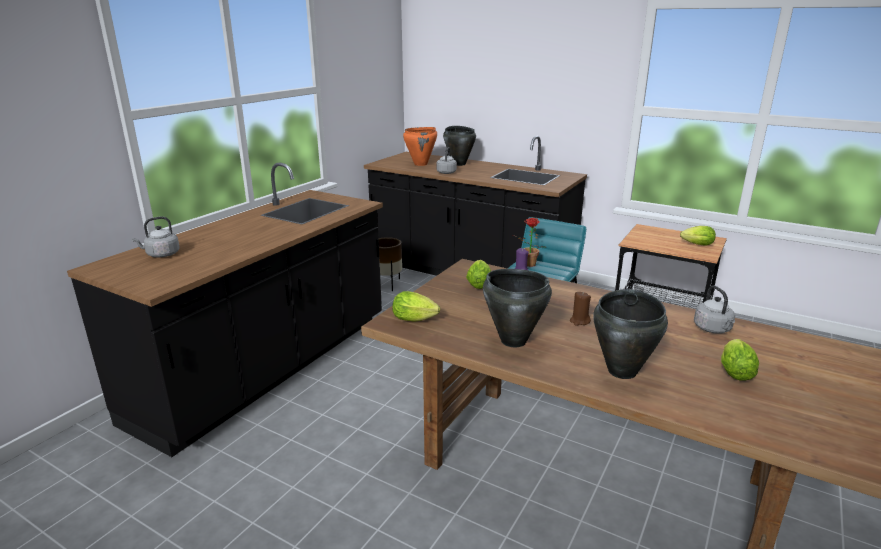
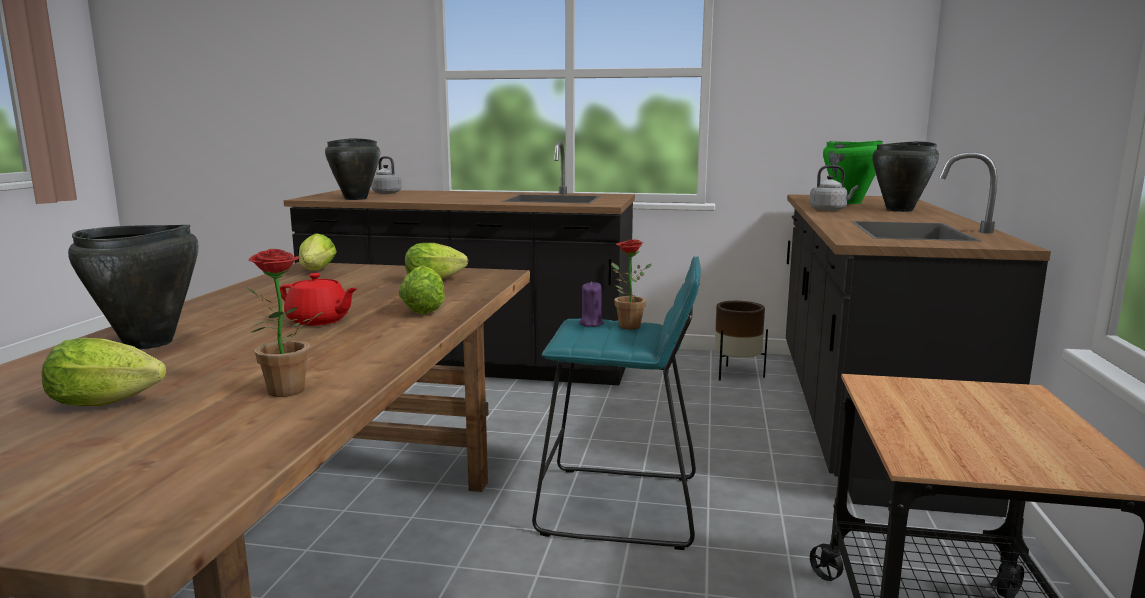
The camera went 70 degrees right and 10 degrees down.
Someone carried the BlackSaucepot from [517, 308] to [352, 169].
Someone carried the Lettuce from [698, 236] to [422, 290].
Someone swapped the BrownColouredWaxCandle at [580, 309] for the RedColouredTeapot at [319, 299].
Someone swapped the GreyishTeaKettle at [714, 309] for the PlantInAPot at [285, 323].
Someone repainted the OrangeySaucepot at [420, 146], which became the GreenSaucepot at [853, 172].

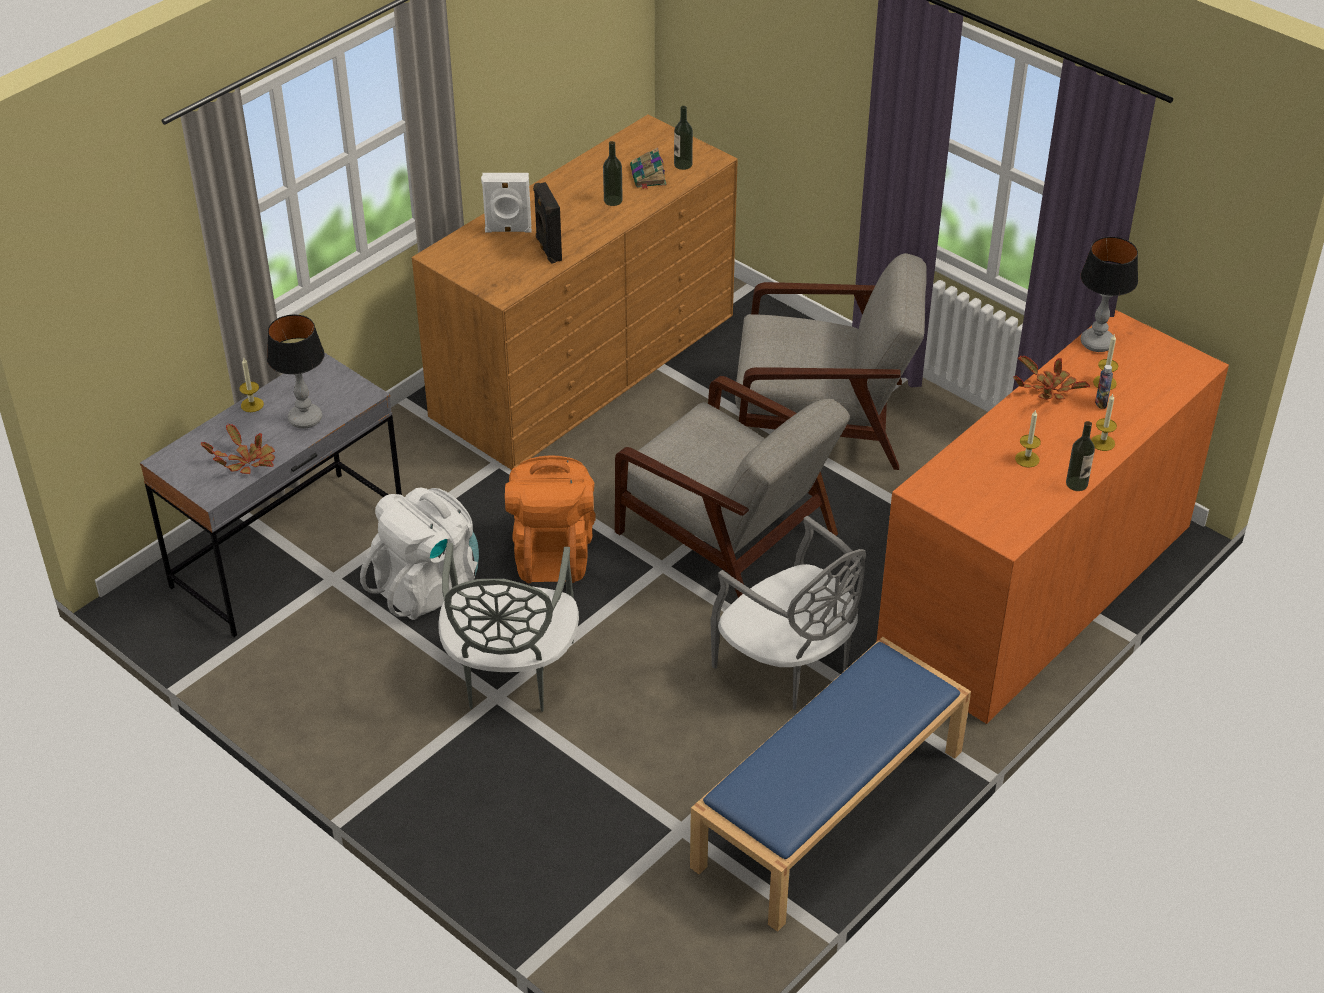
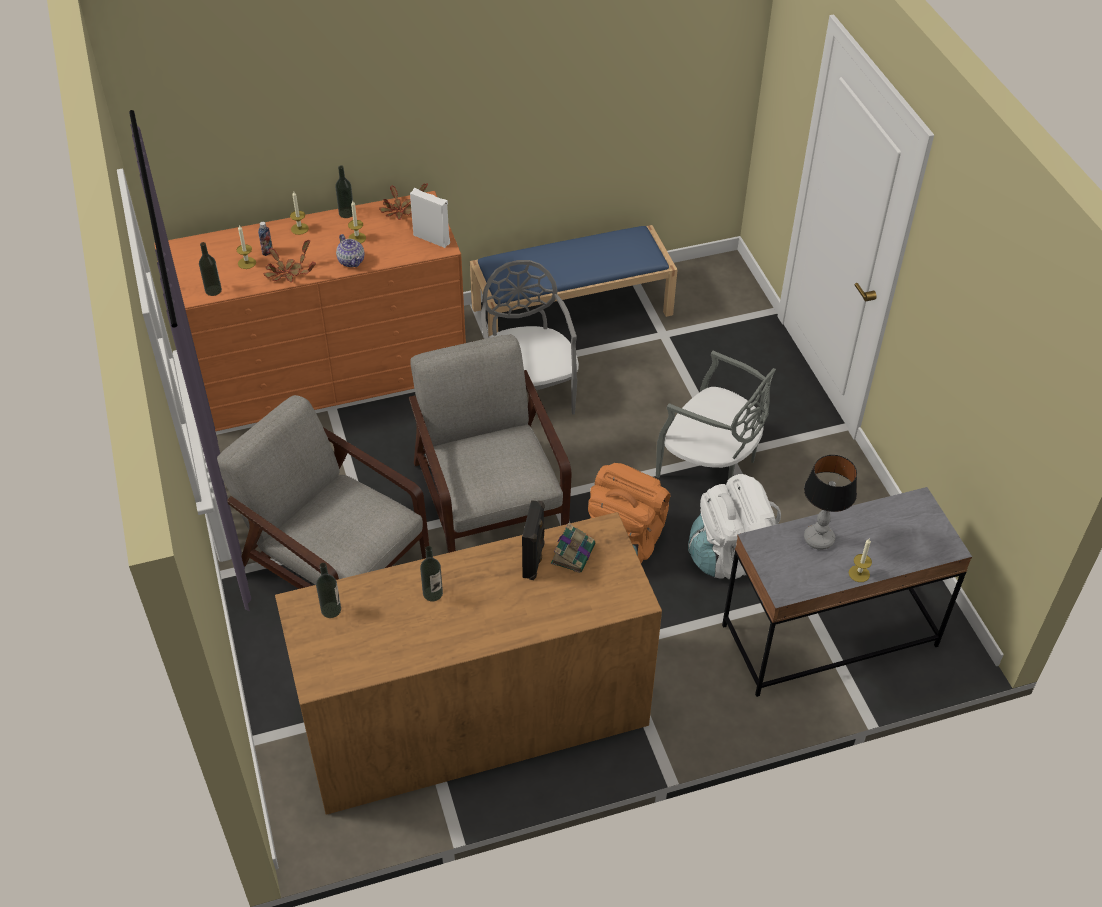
The camera went 150 degrees left and 5 degrees up.
Someone put down the Teapot at [350, 250].
Someone carried the PlantInAPot from [238, 449] to [403, 201].
Someone carried the WhiteColouredLoudspeaker from [506, 202] to [430, 218].
Someone carried the Volume from [648, 168] to [573, 548].
Someone swapped the LampForATable at [1109, 294] for the DrinkBottle at [210, 269].
Someone rotated the GreyishUprightChair at [508, 627] by 90 degrees clockwise.

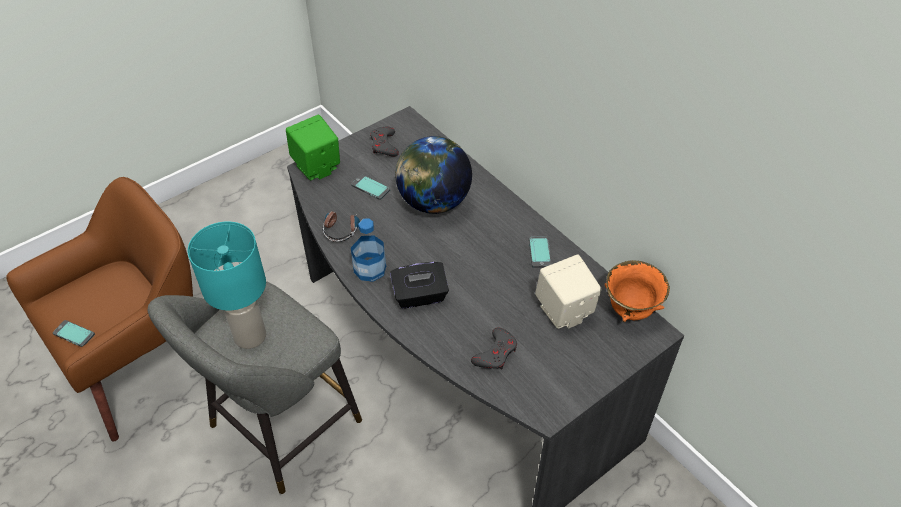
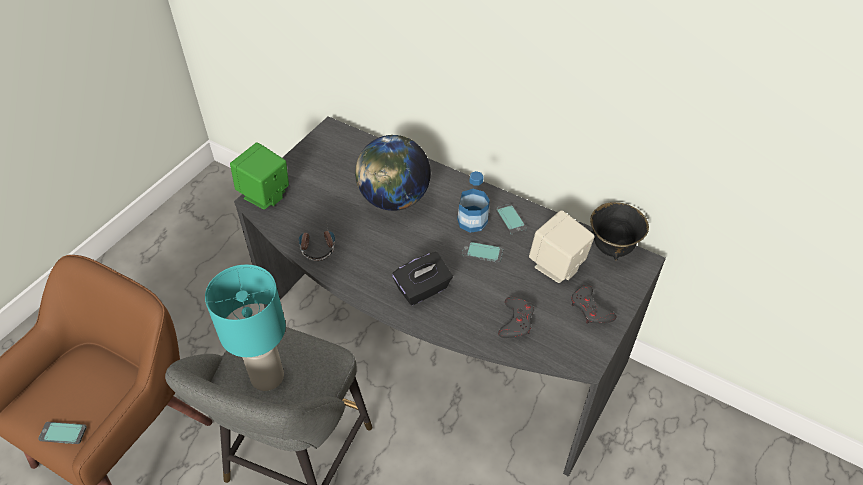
The camera went 20 degrees left and 0 degrees up.
Someone carried the Handset from [370, 187] to [482, 252].
Someone carried the DrinkBottle from [368, 250] to [473, 202].
Someone carried the GreyishJoypad from [384, 142] to [593, 304].
Someone repainted the OrangeyBowl at [637, 291], which became the BlackBowl at [619, 231].

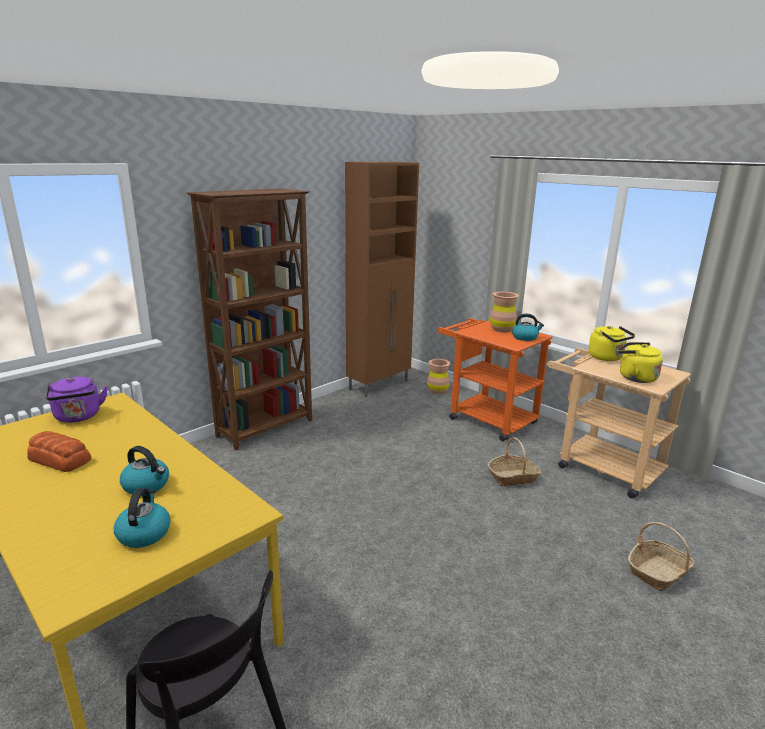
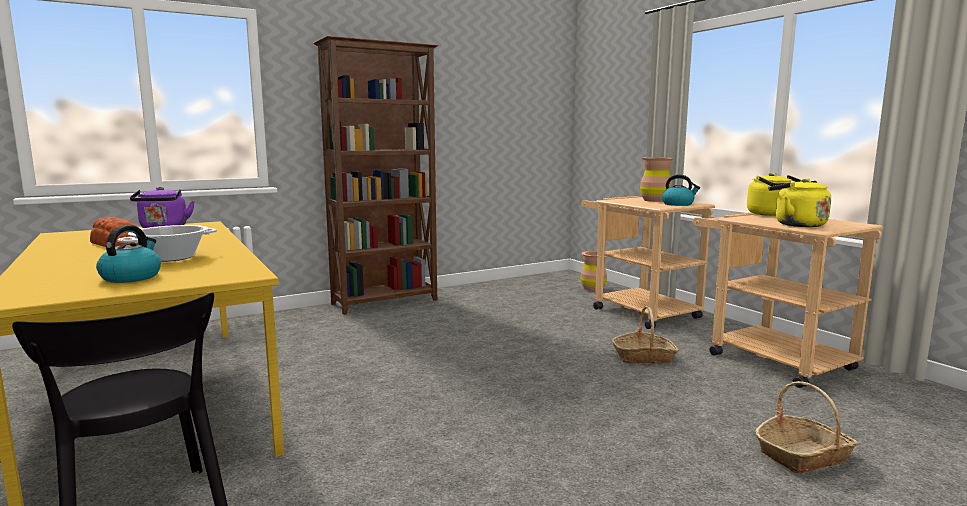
The camera went 15 degrees right and 10 degrees down.
Someone took away the BrownColouredCupboard at [382, 279].
Someone swapped the TeaKettle at [144, 471] for the Saucepot at [167, 243].
Someone repainted the OrangeyCart at [495, 379], which became the BeigeCart at [648, 262].

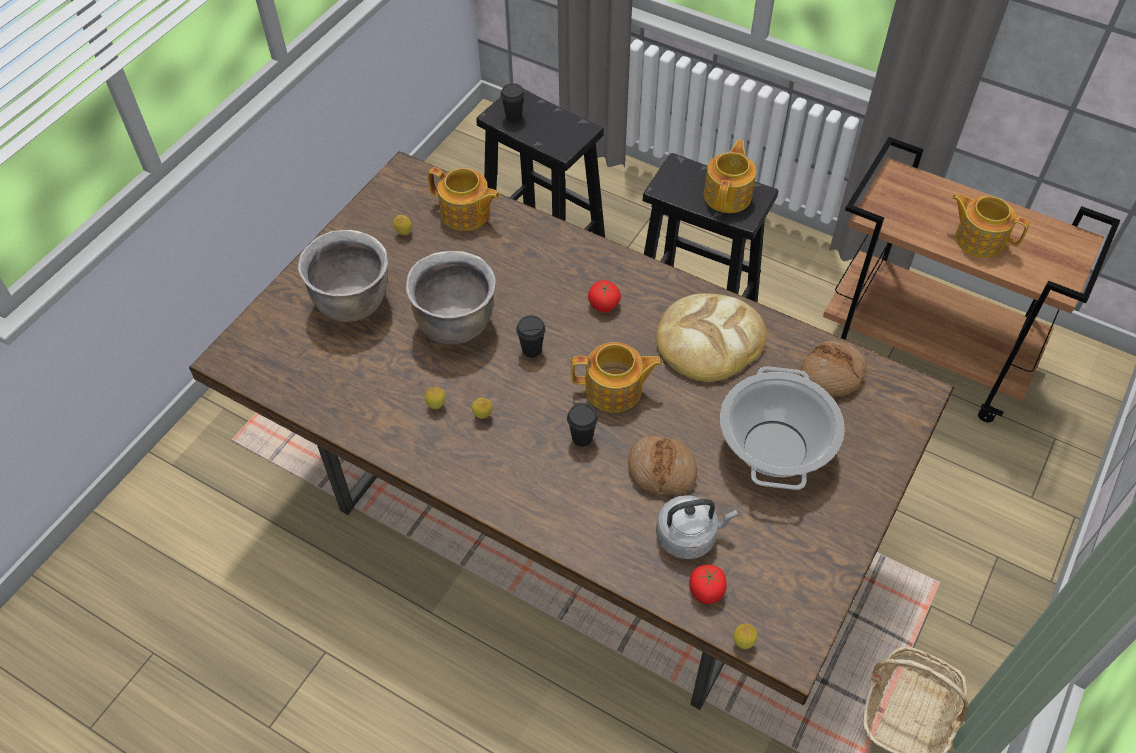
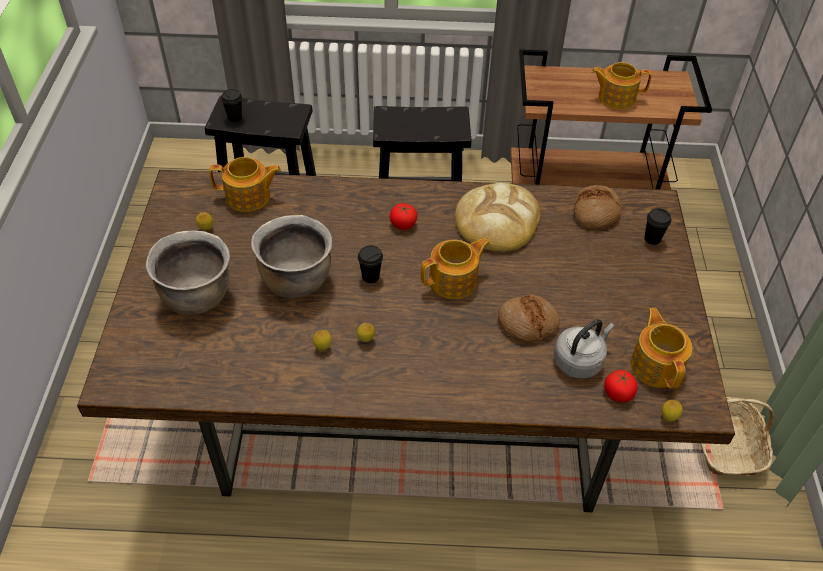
The camera went 30 degrees left and 5 degrees down.
Someone took away the Saucepot at [782, 428].
Someone carried the BlackSmallCup from [582, 424] to [657, 226].
Someone carried the Teapot from [730, 176] to [661, 348].

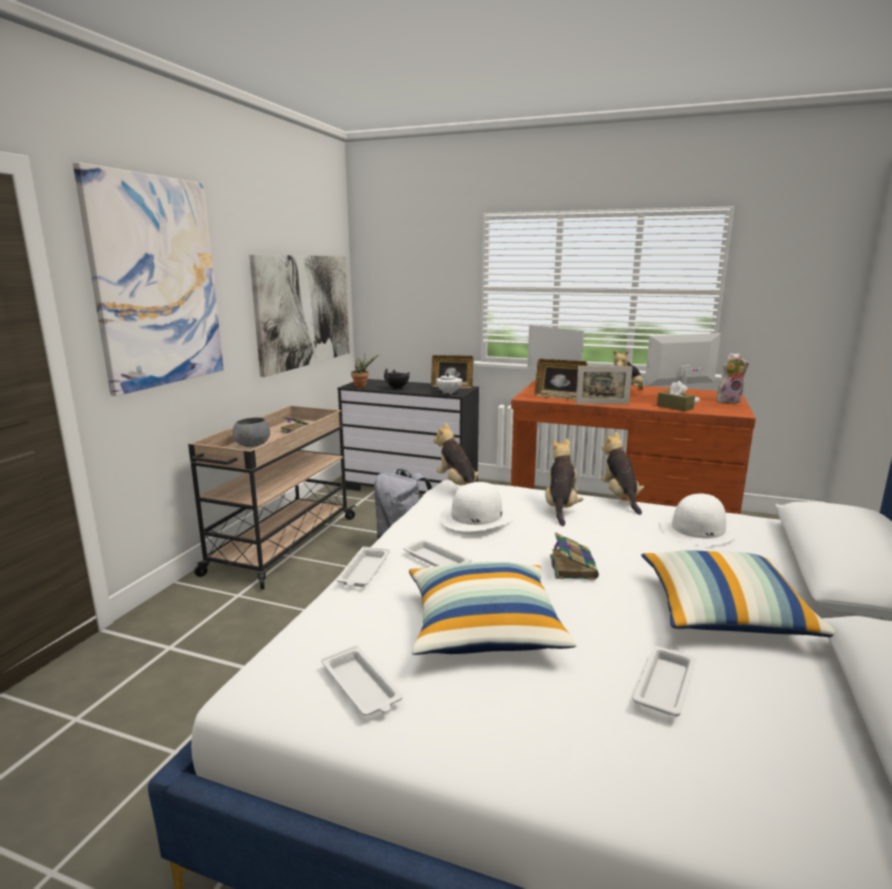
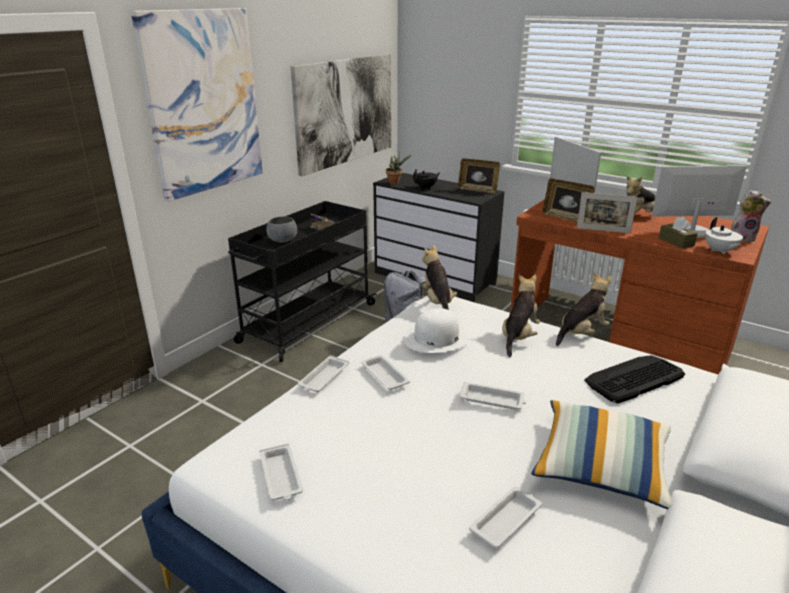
The camera went 15 degrees right and 10 degrees up.
Someone took away the Cushion at [492, 608].
Someone carried the WhiteColouredTeapot from [449, 381] to [724, 235].
Someone swapped the Volume at [574, 556] for the WhiteColouredCarryingTray at [492, 396].
Someone swapped the WhiteColouredClothingHat at [699, 519] for the PcKeyboard at [634, 379].
Someone repainted the BeigeCart at [272, 498], which became the BlackCart at [302, 281].
Someone rotated the PlushToy at [622, 473] by 45 degrees clockwise.

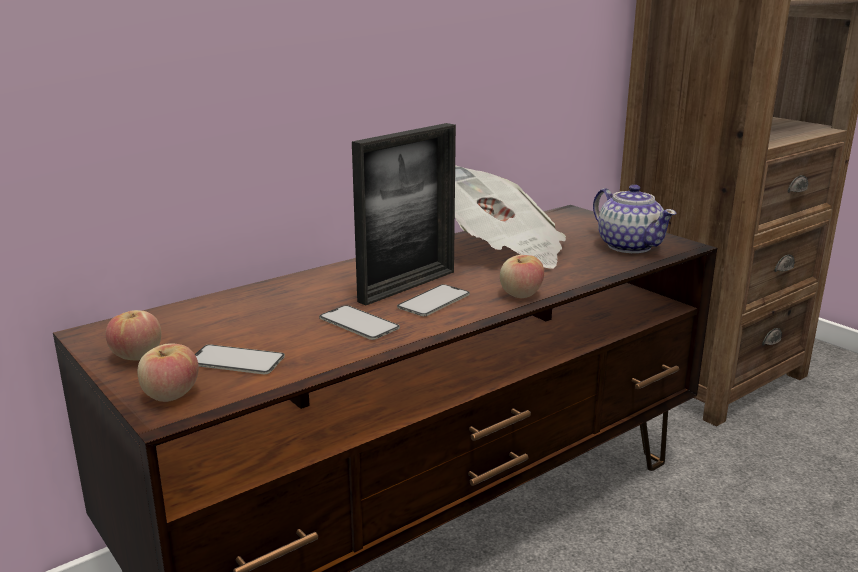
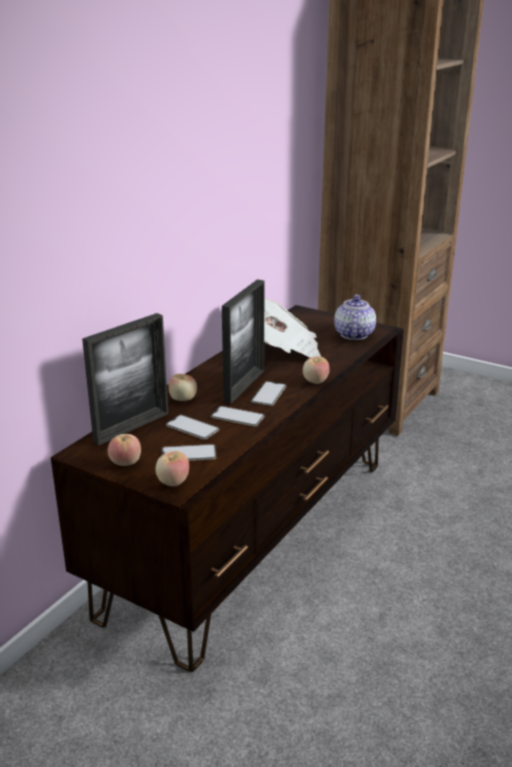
The camera went 20 degrees left and 5 degrees up.
Someone put down the StandingFrame at [125, 379].
Someone put down the Handset at [192, 427].
Someone put down the WholeApple at [182, 387].
Someone rotated the Teapot at [635, 218] by 120 degrees counterclockwise.

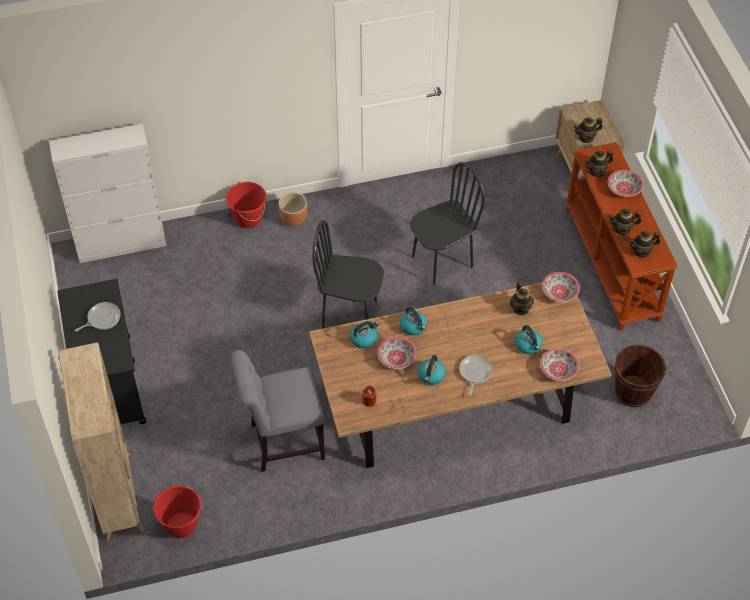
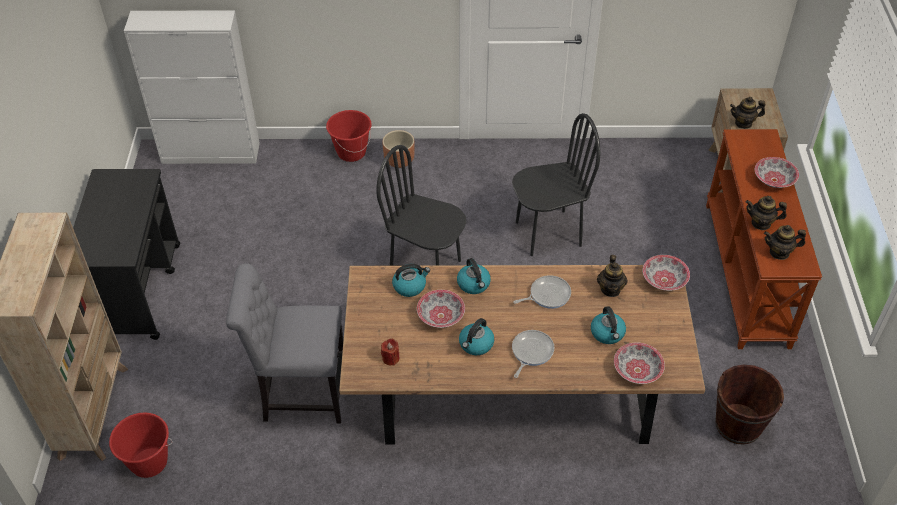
The camera went 15 degrees right and 5 degrees down.
Someone took away the Teapot at [599, 163].
Someone carried the Skillet from [97, 317] to [542, 292].

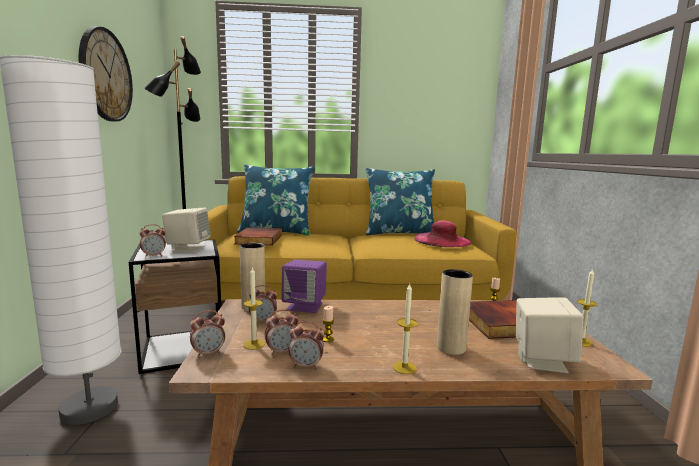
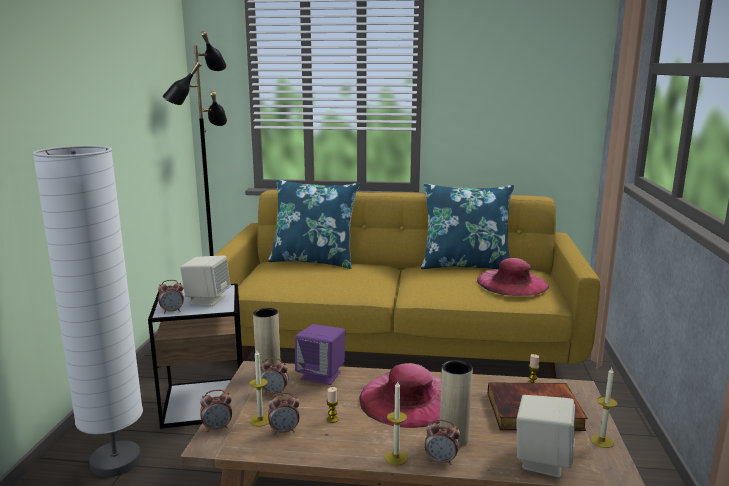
The camera went 10 degrees right and 5 degrees up.
Someone took away the WallClock at [106, 74].
Someone took away the Volume at [258, 236].
Someone put down the PinkClothingHat at [400, 395].
Someone carried the TableClock from [306, 345] to [442, 442].

